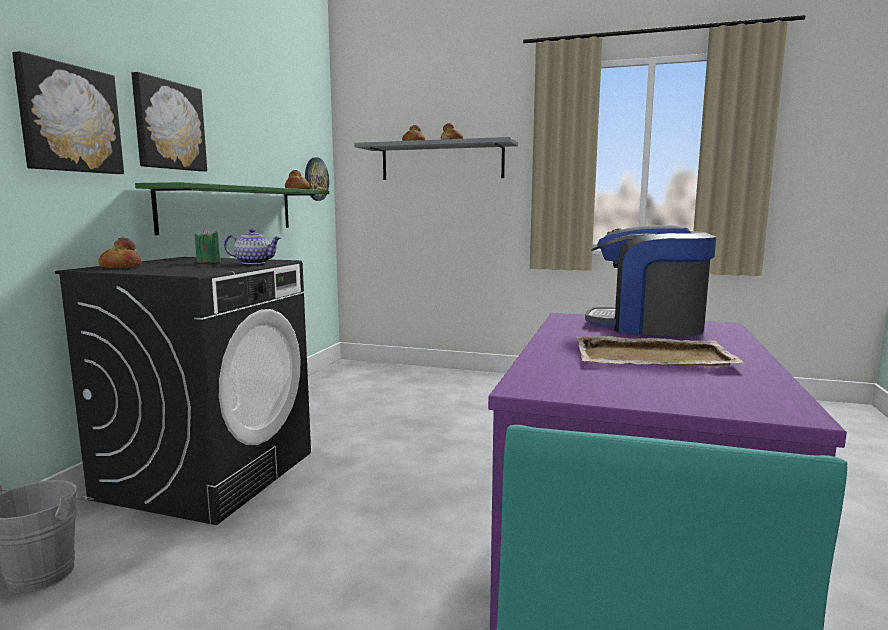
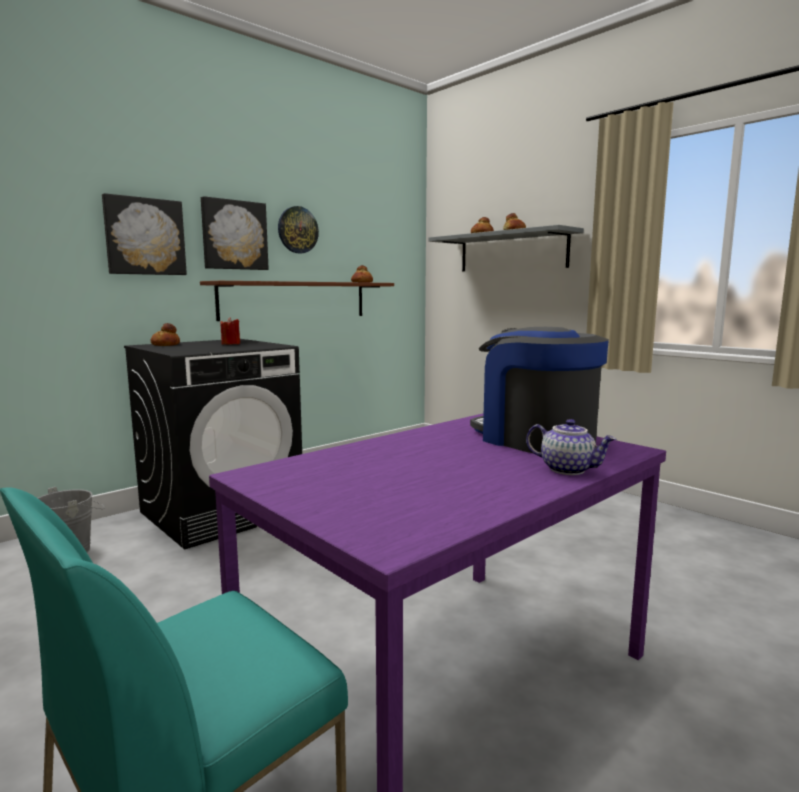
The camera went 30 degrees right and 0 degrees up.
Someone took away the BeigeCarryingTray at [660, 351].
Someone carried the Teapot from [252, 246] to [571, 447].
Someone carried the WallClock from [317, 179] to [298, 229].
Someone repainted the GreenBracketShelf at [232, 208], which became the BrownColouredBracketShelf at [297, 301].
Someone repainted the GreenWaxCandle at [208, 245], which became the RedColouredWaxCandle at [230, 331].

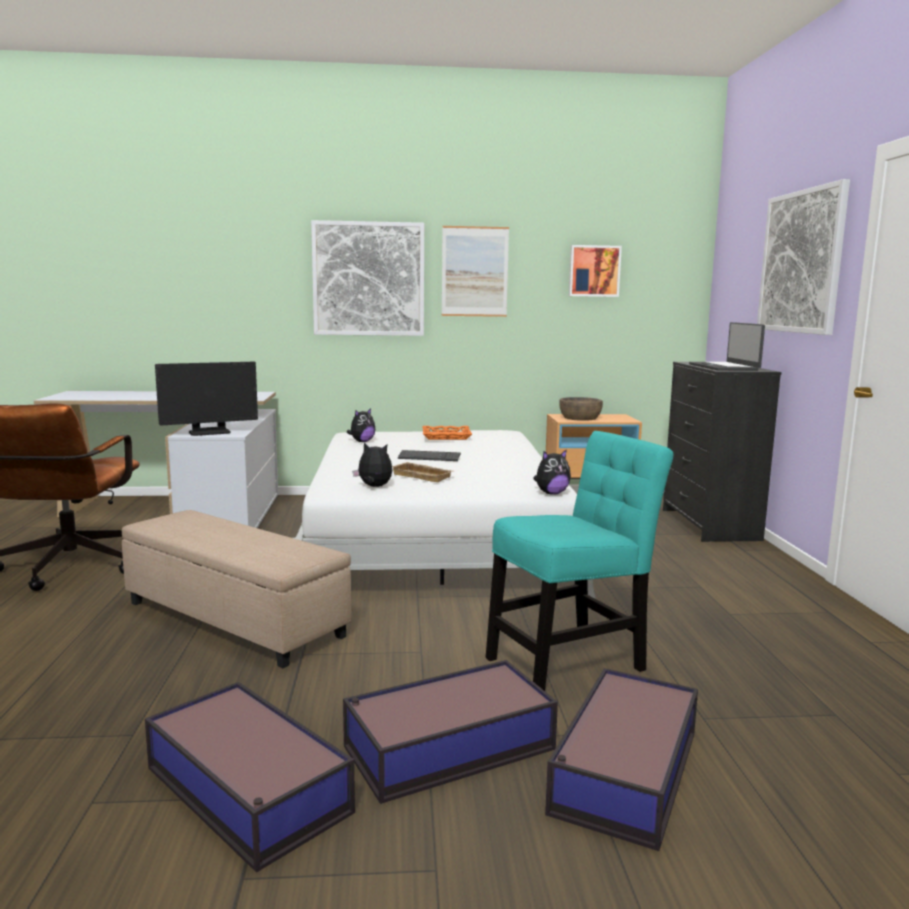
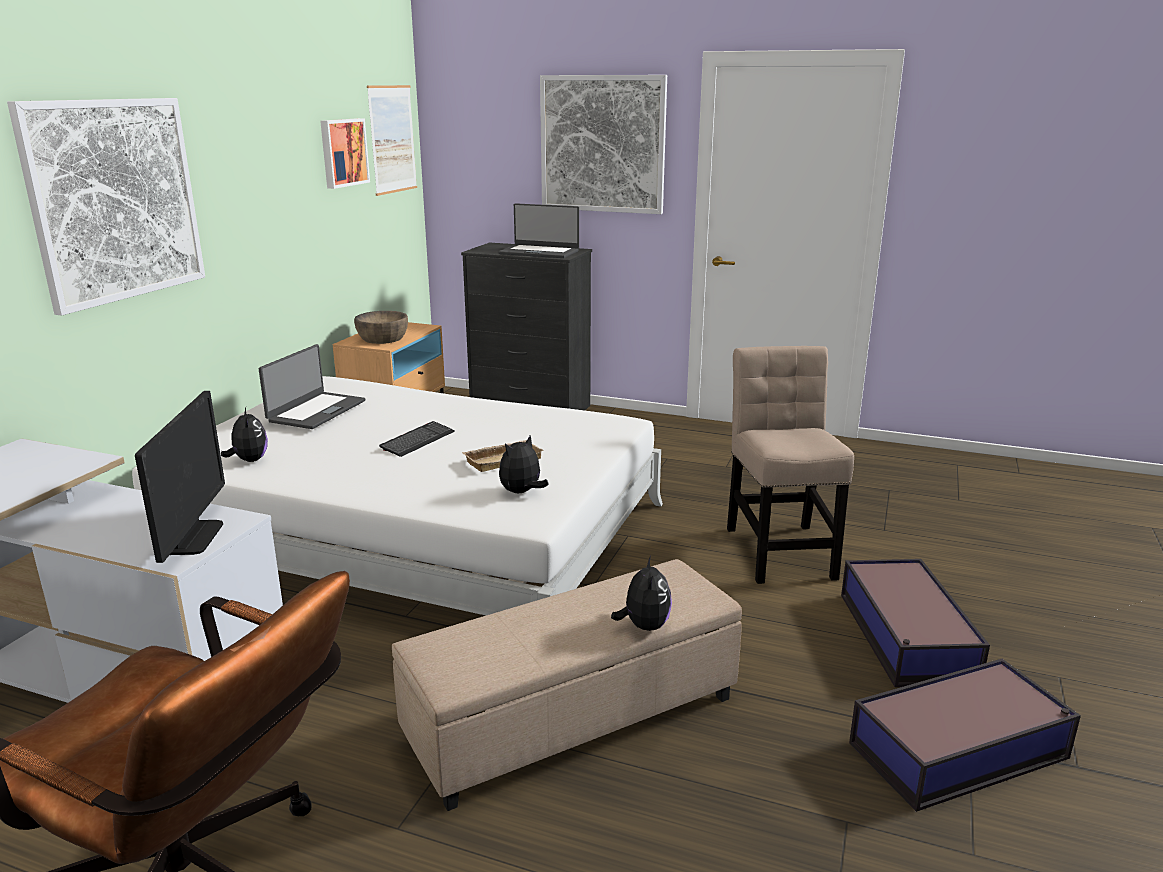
The camera went 65 degrees left and 10 degrees up.
Someone took away the StorageBox at [621, 759].
Someone carried the WallArt from [475, 271] to [392, 140].
Someone carried the PlushToy from [552, 472] to [641, 593].
Someone swapped the OrangeyCarryingTray at [447, 433] for the NotebookComputer at [312, 386].
Someone repainted the TurquoiseColouredUprightChair at [579, 561], which became the BeigeUprightChair at [790, 465].

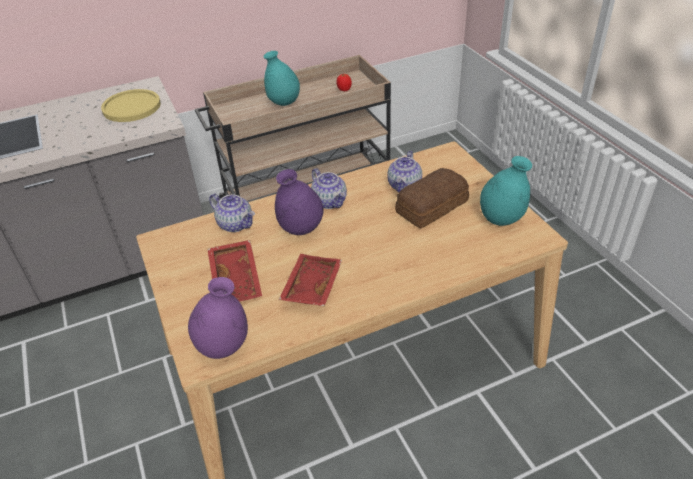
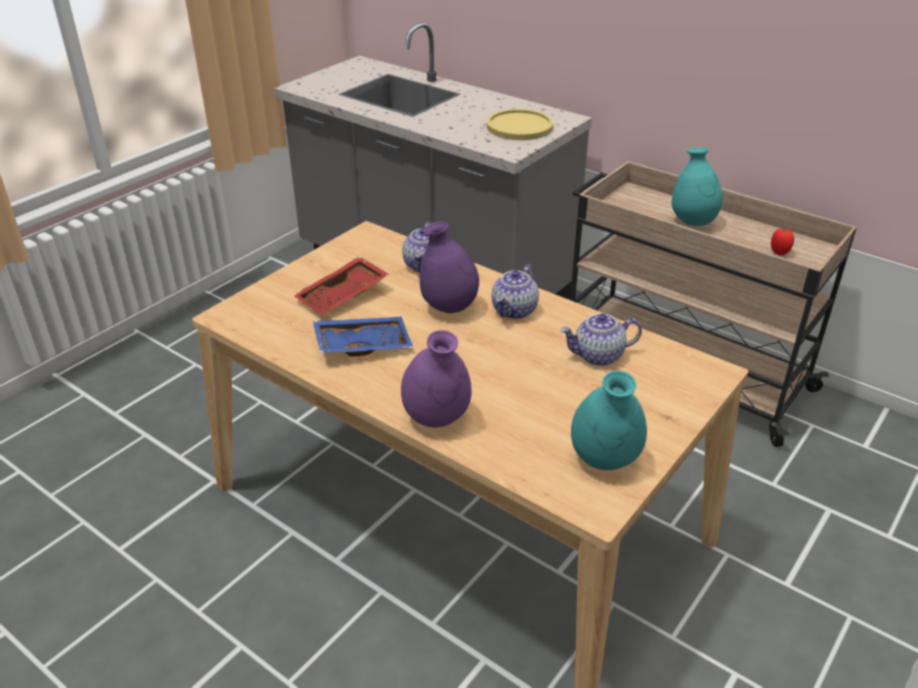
The camera went 60 degrees right and 5 degrees down.
Someone took away the BakeryBread at [432, 198].
Someone carried the PurplishDecorativeVase from [218, 318] to [436, 378].
Someone repainted the RedColouredCarryingTray at [310, 280], which became the BlueColouredCarryingTray at [363, 336].

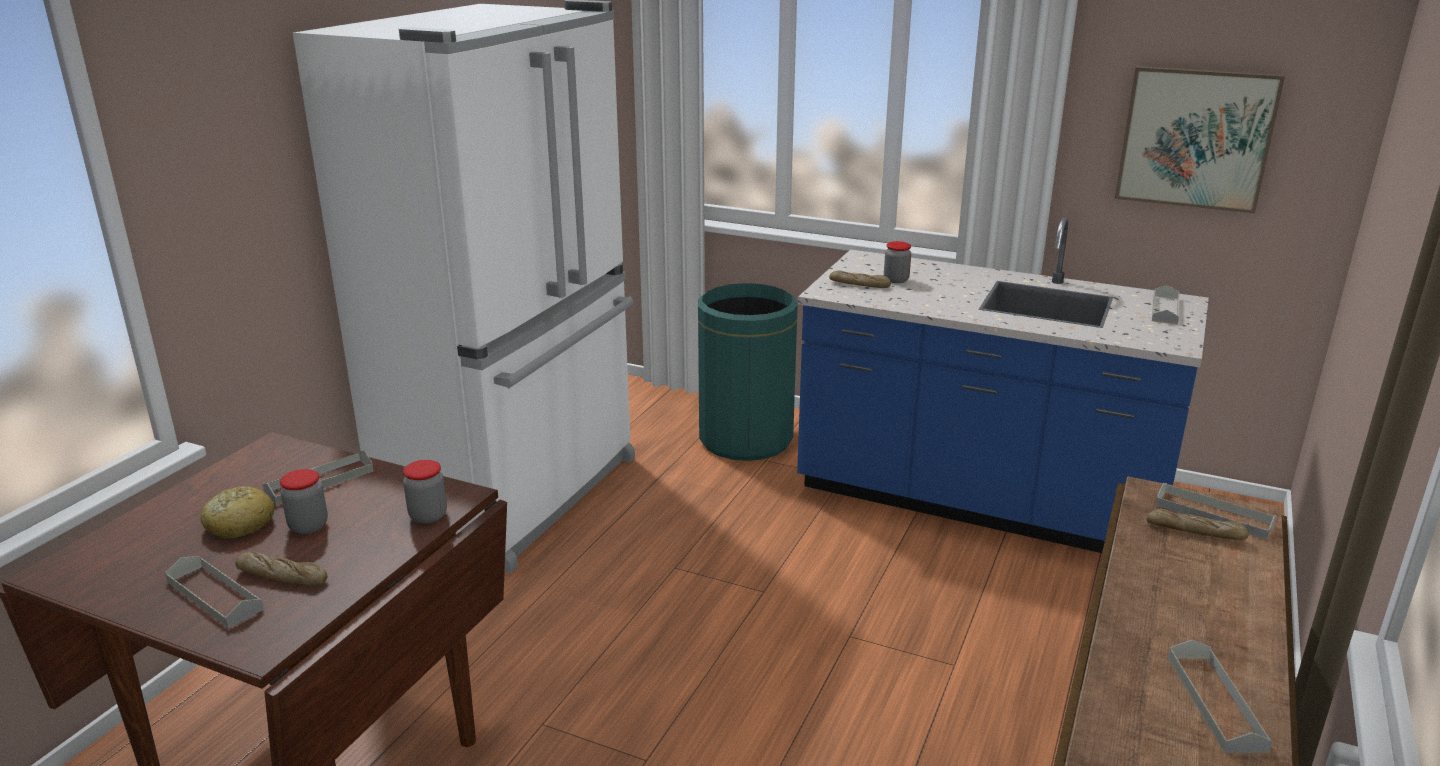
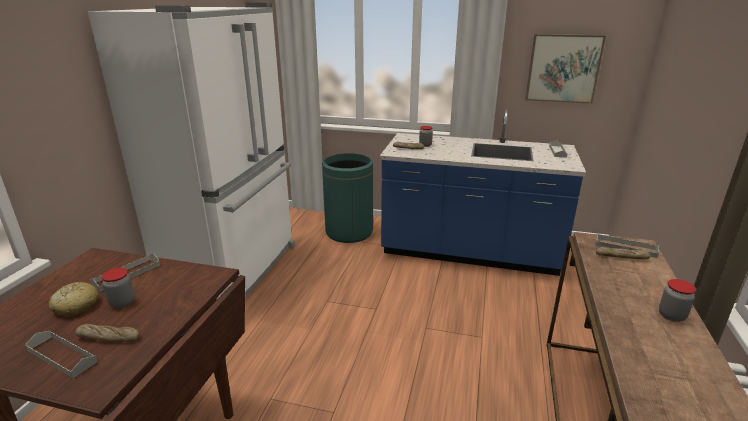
The camera went 10 degrees left and 0 degrees up.
Someone took away the GreyishCarryingTray at [1220, 696].
Someone carried the PreserveJar from [425, 492] to [677, 300].

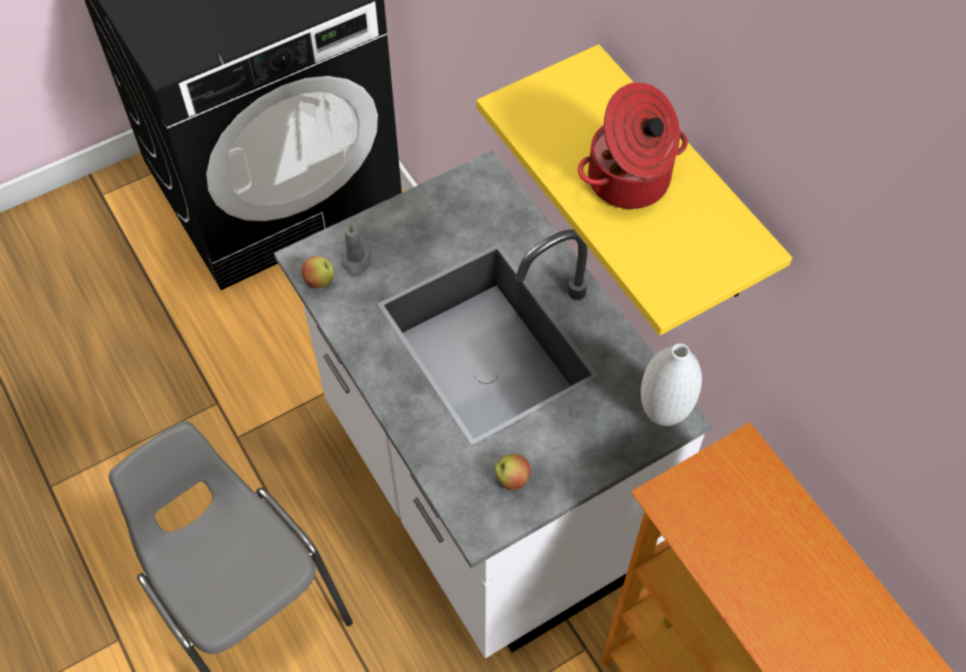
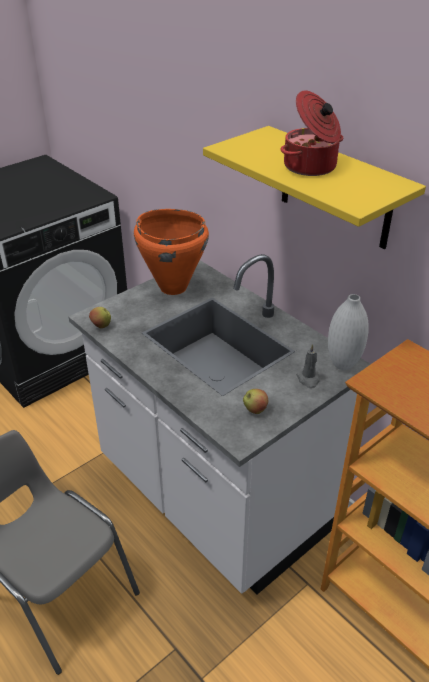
The camera went 10 degrees left and 20 degrees down.
Someone put down the OrangeySaucepot at [171, 252].
Someone carried the GreyishWaxCandle from [356, 250] to [308, 366].

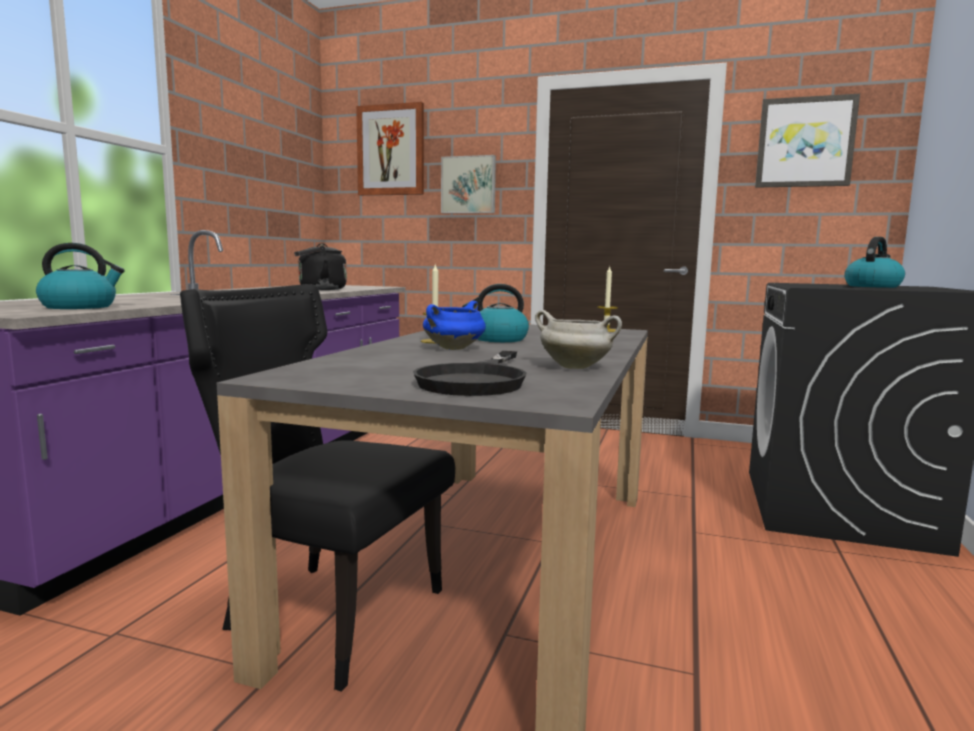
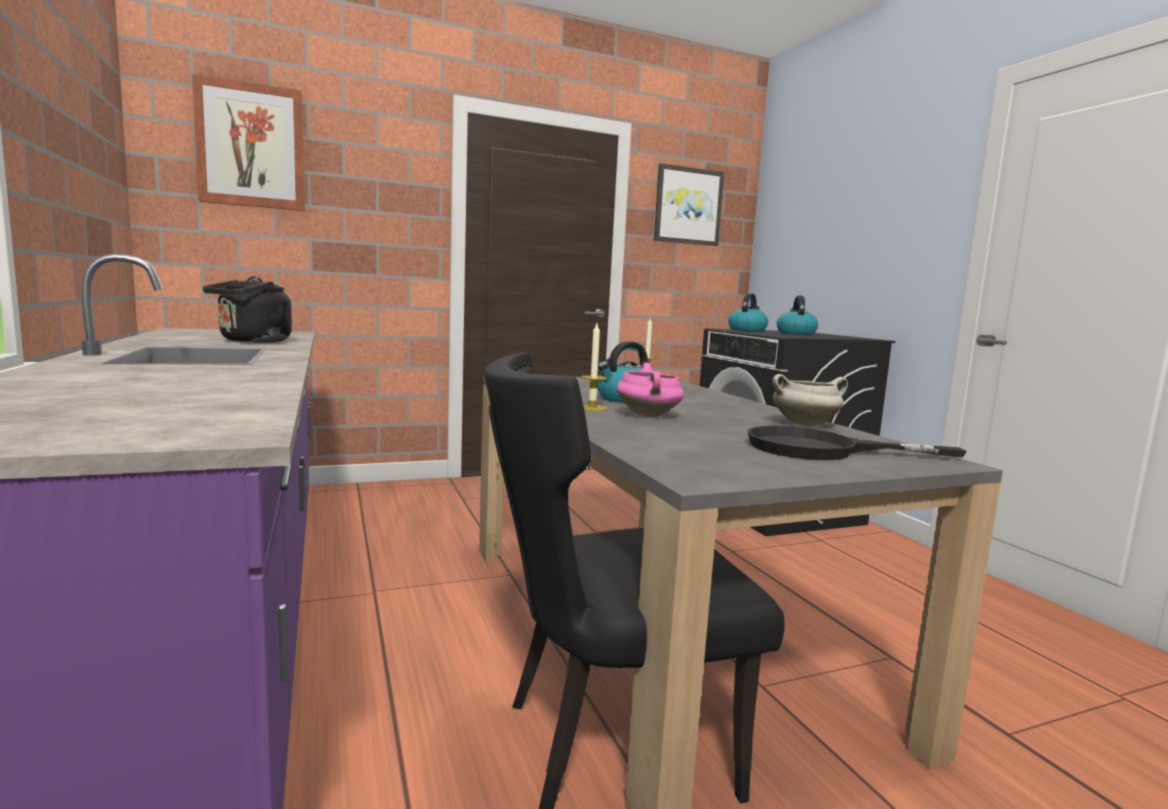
The camera went 40 degrees left and 0 degrees up.
Someone took away the WallArt at [468, 184].
Someone carried the TeaKettle from [80, 276] to [748, 312].
Someone repainted the BlueColouredSaucepot at [454, 325], which became the PinkSaucepot at [650, 390].
Someone rotated the BlackSkillet at [470, 373] by 120 degrees clockwise.

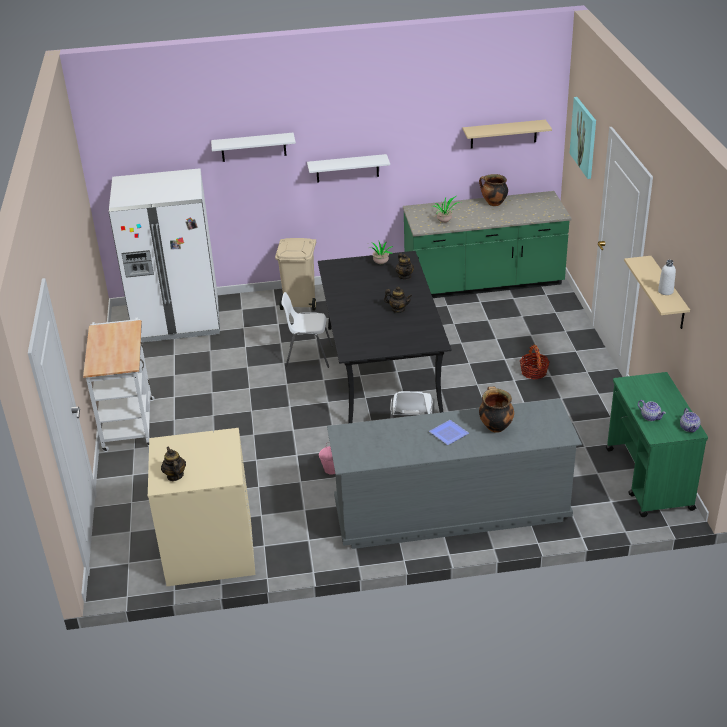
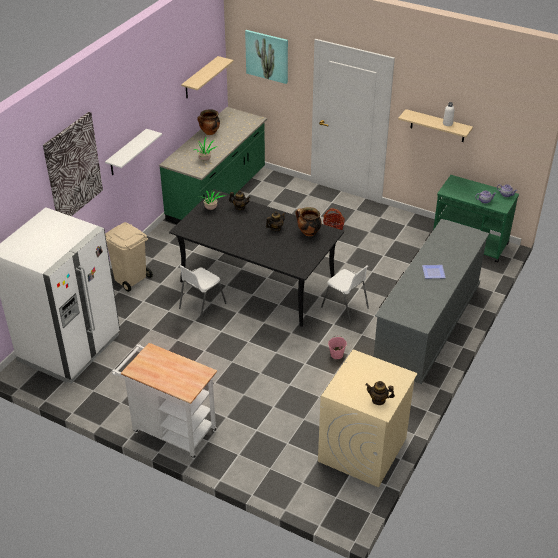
The camera went 55 degrees left and 5 degrees up.
Someone carried the Saucepot from [496, 410] to [308, 221].
Someone swapped the WhiteColouredBracketShelf at [253, 147] for the WallArt at [73, 164].

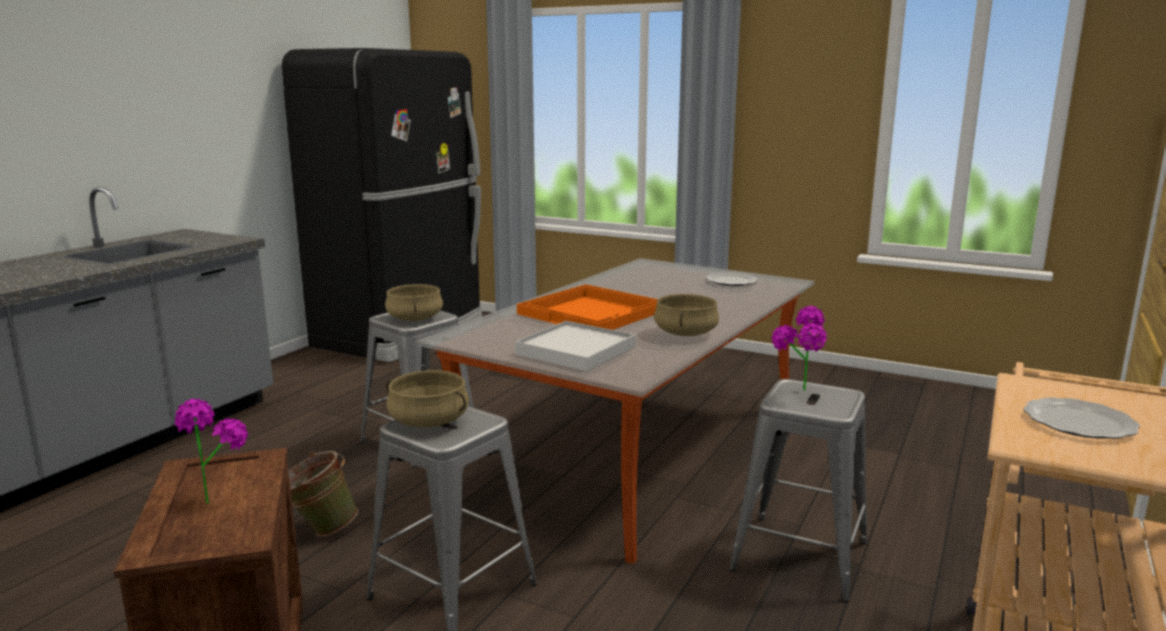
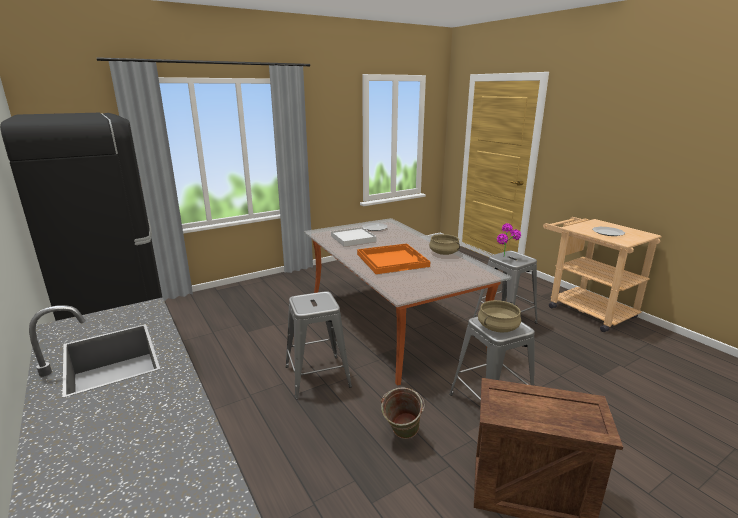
The camera went 60 degrees left and 5 degrees up.
Someone took away the PlantInAPot at [211, 451].
Someone took away the BeigeSaucepot at [414, 302].
Someone carried the WhiteColouredCarryingTray from [575, 346] to [353, 237].

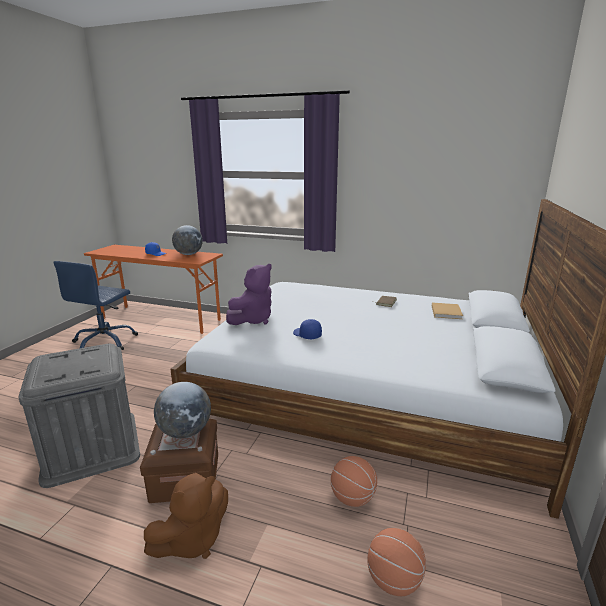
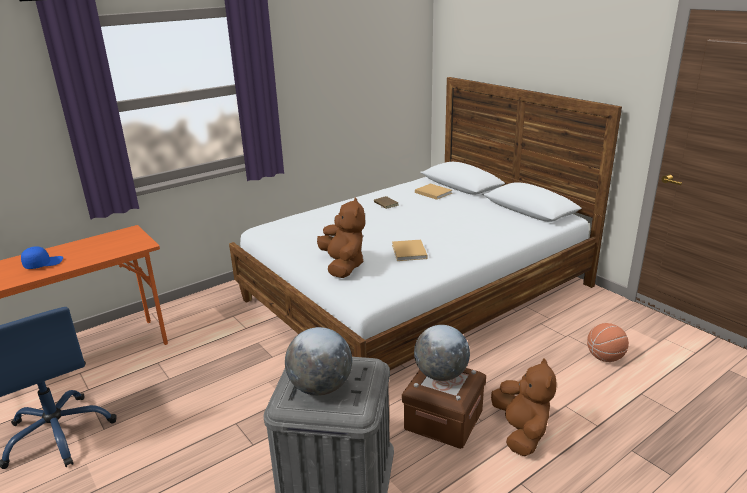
The camera went 55 degrees left and 5 degrees up.
Someone took away the BasketballBall at [354, 481].
Someone carried the WorldGlobe from [187, 240] to [318, 361].
Someone swapped the BlueColouredBaseballCap at [307, 329] for the BeigeVolume at [409, 250].
Someone repainted the PurplishPlushToy at [249, 294], which became the BrownColouredPlushToy at [341, 238].

